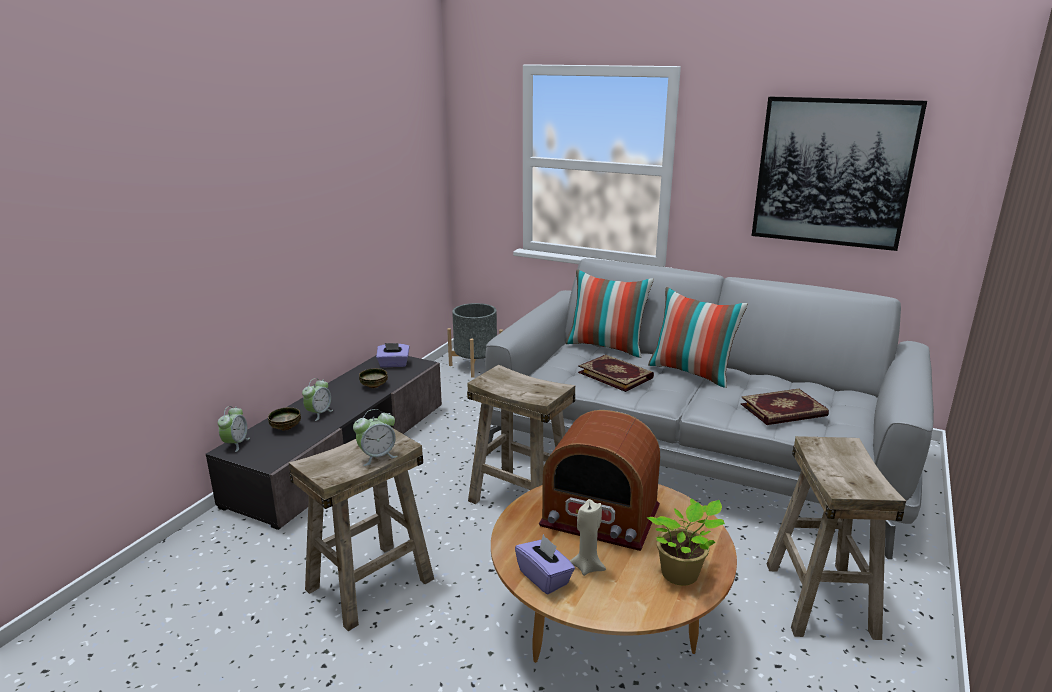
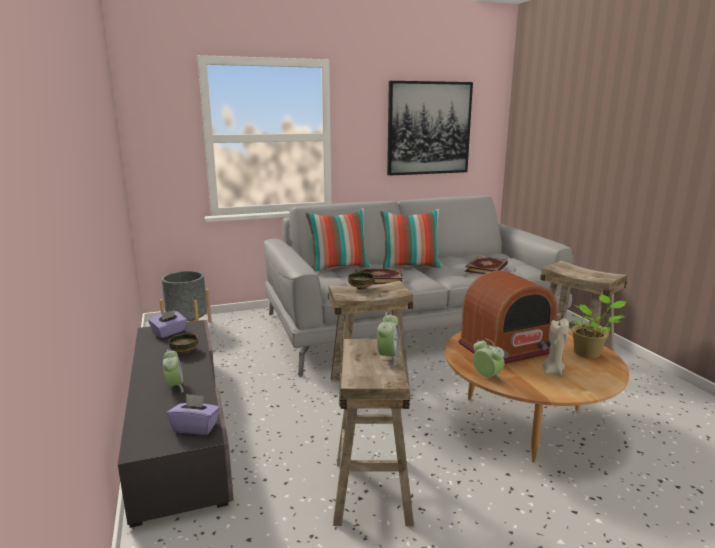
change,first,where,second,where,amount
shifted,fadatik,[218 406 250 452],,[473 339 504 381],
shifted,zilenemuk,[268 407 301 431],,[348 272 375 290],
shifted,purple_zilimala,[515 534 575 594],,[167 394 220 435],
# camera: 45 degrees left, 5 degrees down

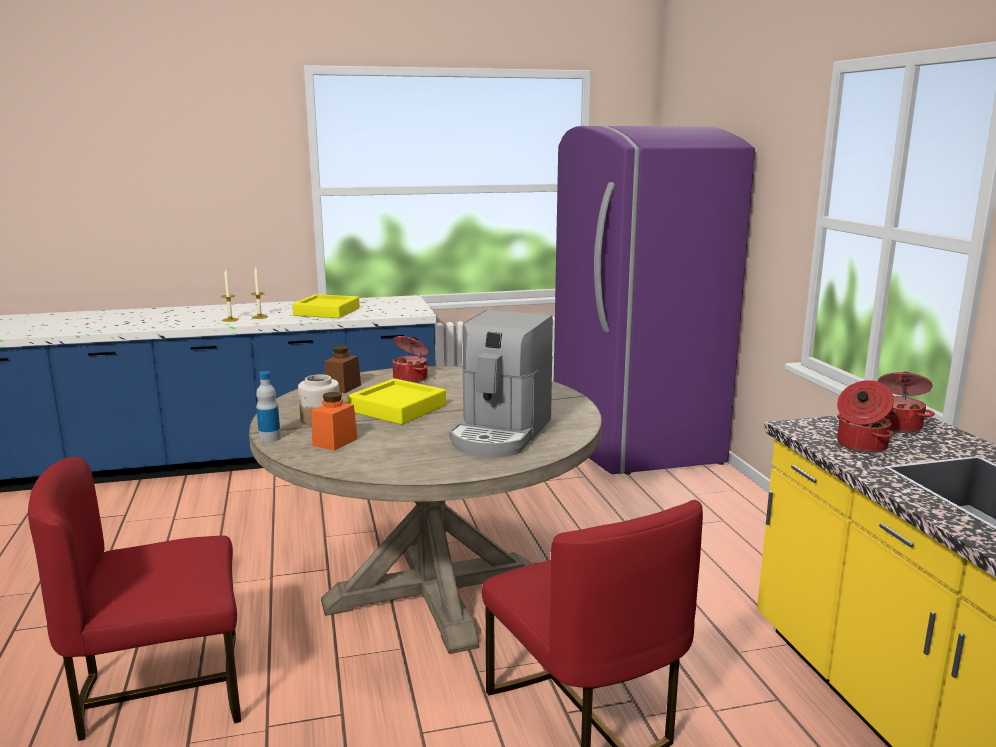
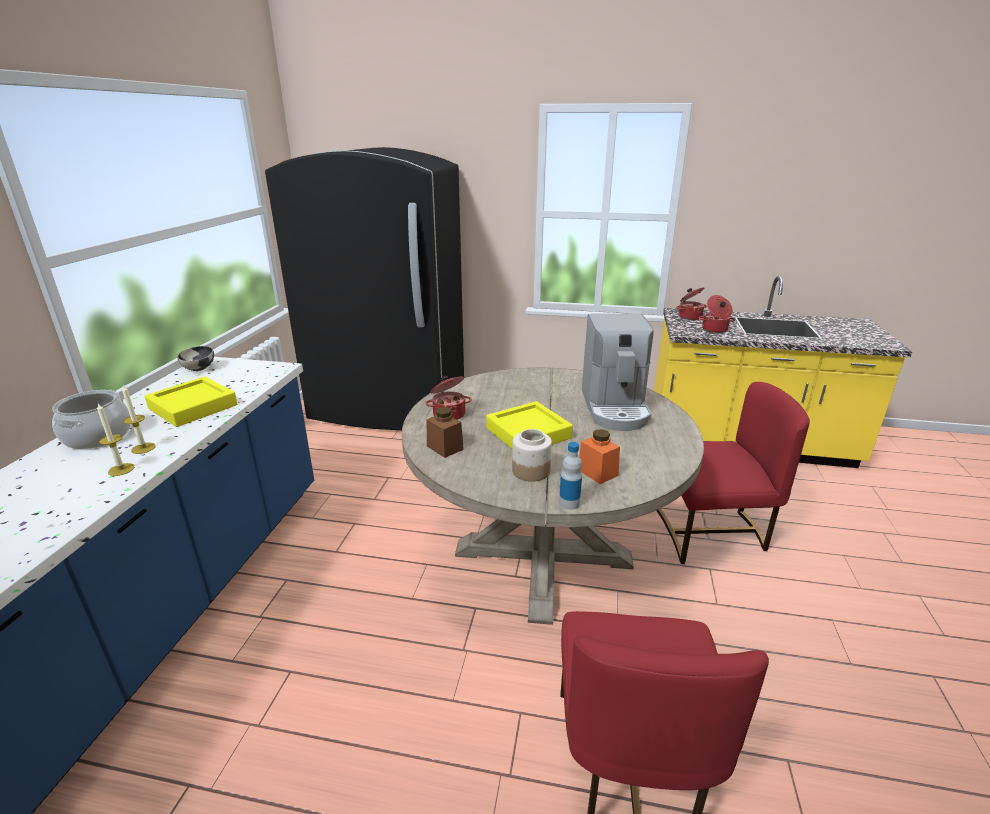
change,first,where,second,where,amount
new,,,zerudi,[52 390 131 449],
new,,,zilenemuk,[177 346 214 371],
repainted,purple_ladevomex,[554 125 755 475],black_ladevomex,[265 147 464 430],
rotated,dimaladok,[449 310 553 458],,[582 314 654 431],45 degrees clockwise
# camera: 65 degrees left, 10 degrees up

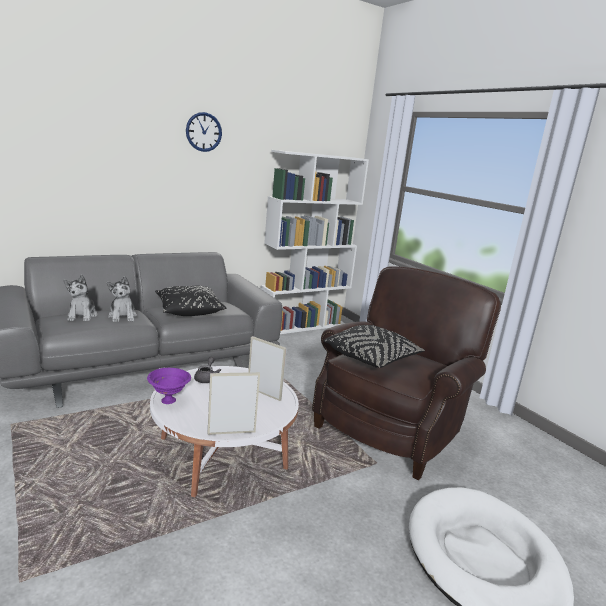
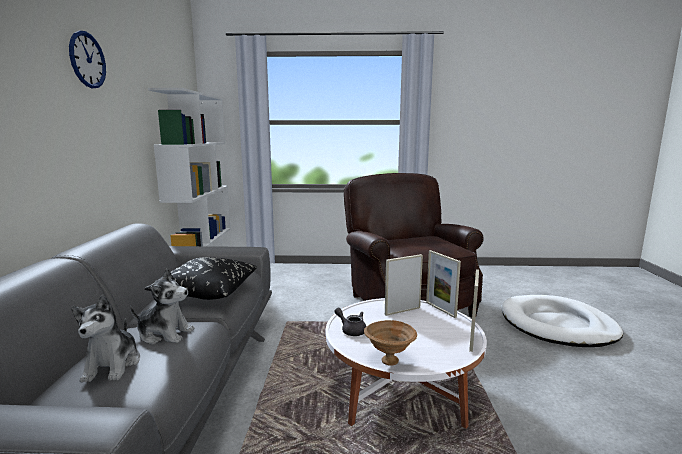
change,first,where,second,where,amount
gone,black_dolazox,[324 325 425 368],,,
new,,,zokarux,[426 250 461 318],
repainted,purple_zilenemuk,[147 368 191 404],brown_zilenemuk,[364 320 417 366],
rotated,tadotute,[64 275 98 321],,[71 295 140 383],60 degrees clockwise
# camera: 55 degrees left, 5 degrees down

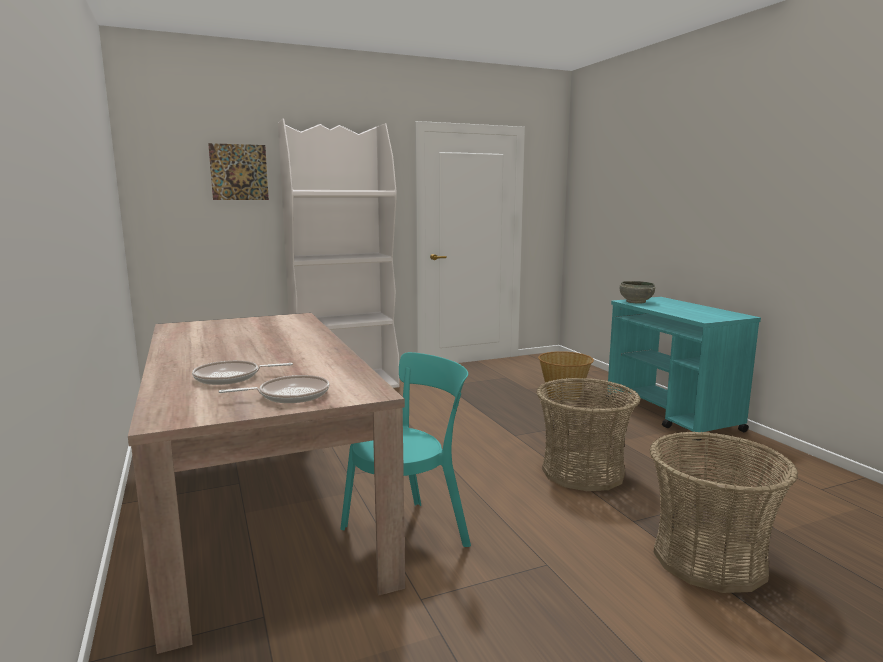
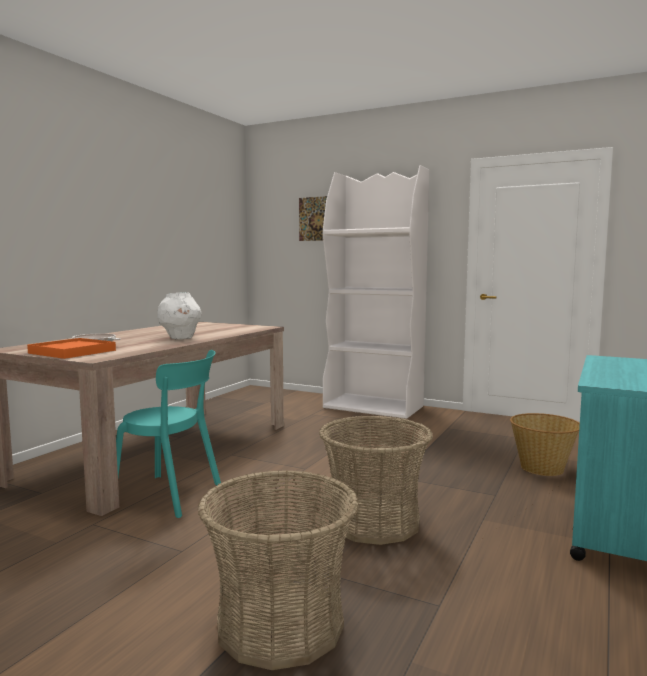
change,first,where,second,where,amount
gone,grey_zilenemuk,[620 281 655 304],,,
new,,,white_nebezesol,[157 292 202 339],
swapped,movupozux,[218 375 329 403],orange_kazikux,[27 338 116 359],
# camera: 50 degrees right, 5 degrees down

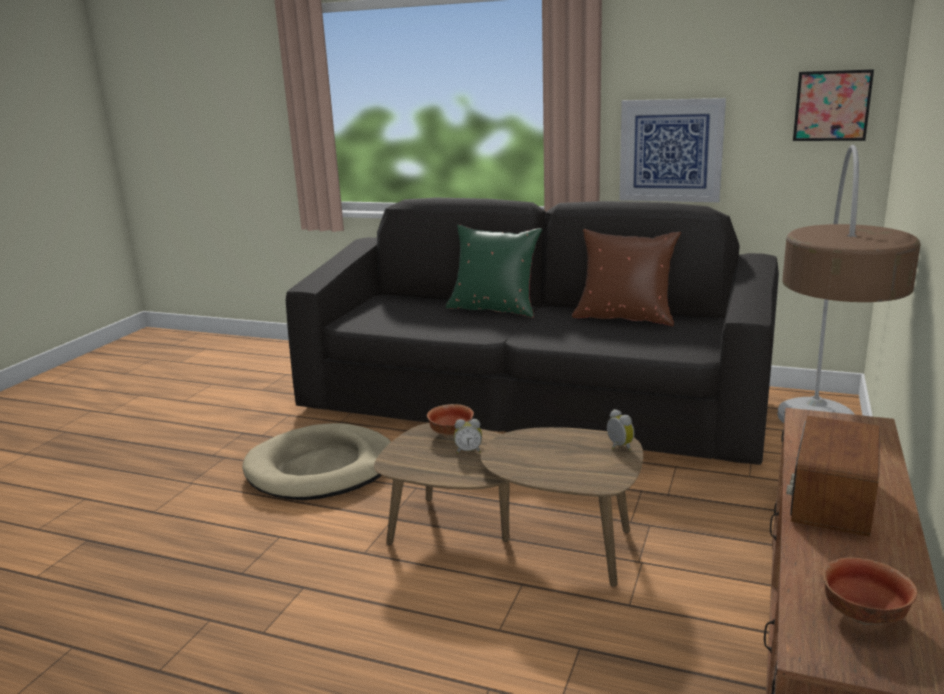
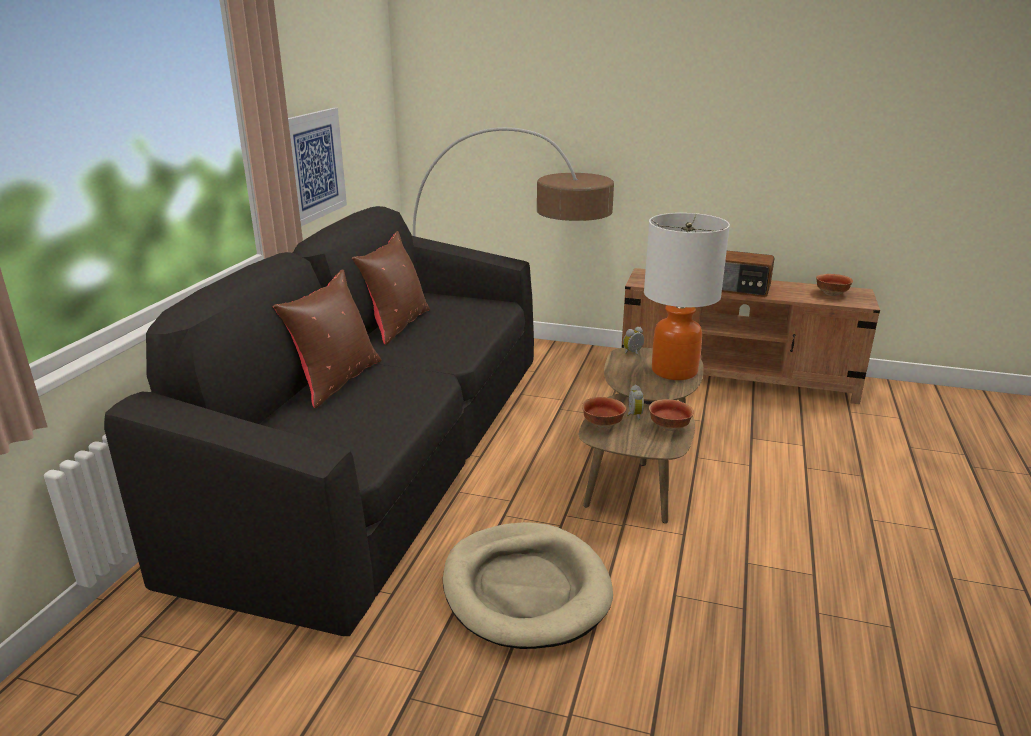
change,first,where,second,where,amount
gone,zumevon,[793 69 874 141],,,
new,,,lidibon,[644 213 730 380],
new,,,zilenemuk,[649 399 694 431],
repainted,green_dolazox,[446 224 542 318],brown_dolazox,[273 269 382 408],
# camera: 95 degrees left, 5 degrees up

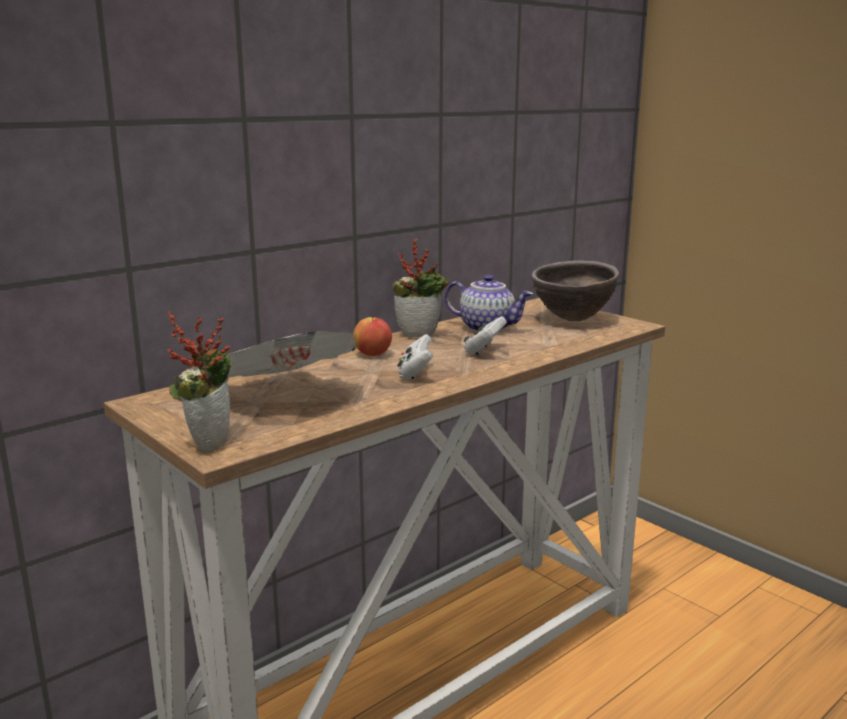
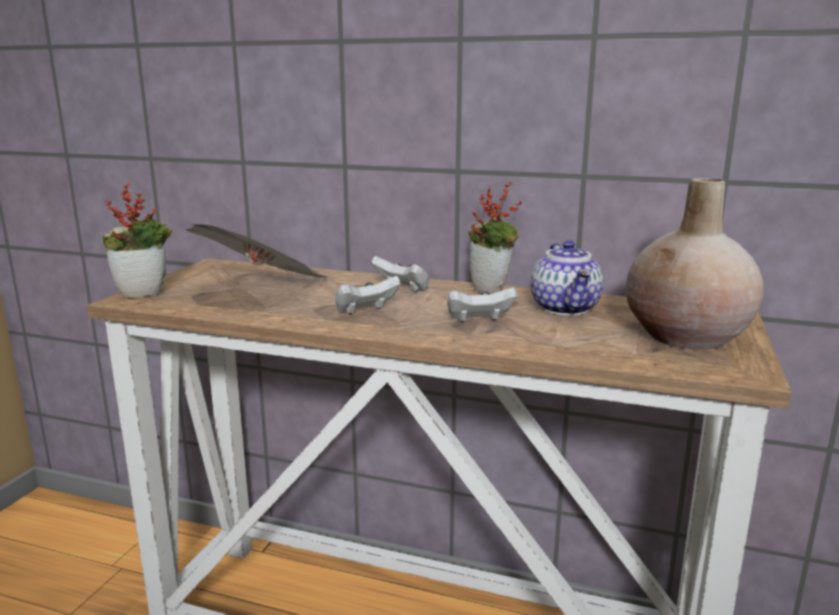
change,first,where,second,where,amount
swapped,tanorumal,[353 316 392 356],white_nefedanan,[372 256 429 292],
swapped,brown_zilenemuk,[531 260 619 321],beige_nebezesol,[625 178 764 350],
# camera: 60 degrees right, 0 degrees up

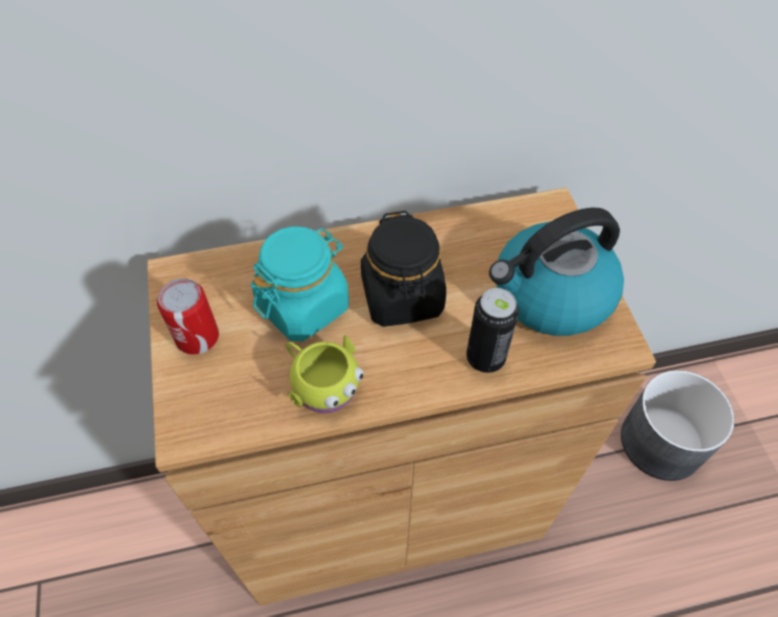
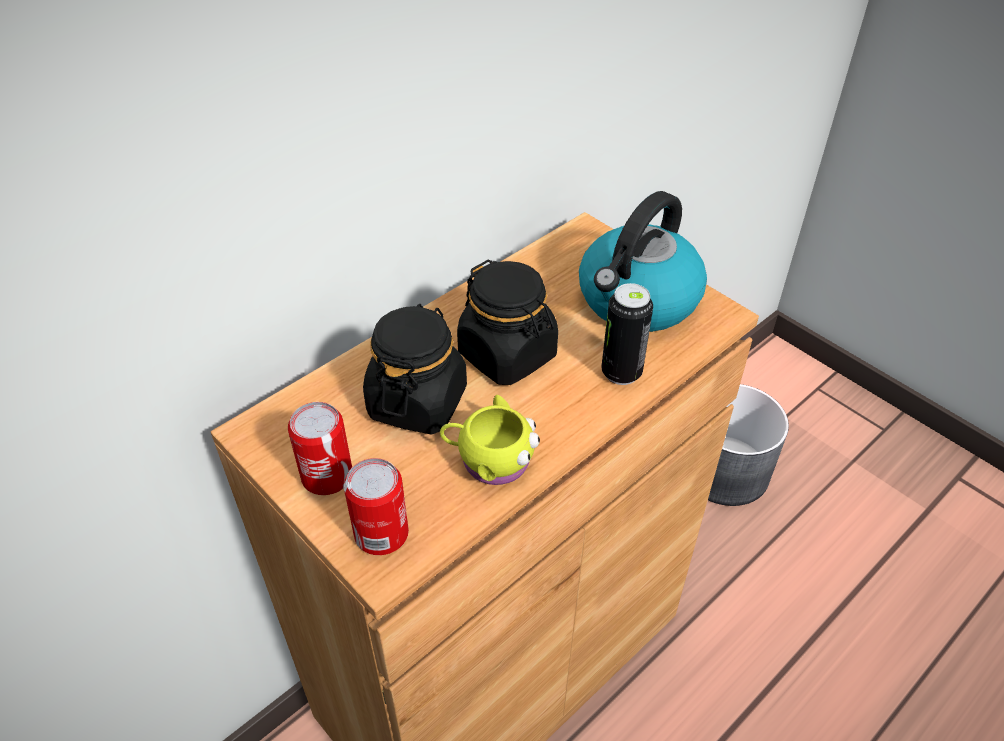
change,first,where,second,where,amount
new,,,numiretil,[344 458 409 555],
repainted,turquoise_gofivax,[251 226 349 341],black_gofivax,[363 304 467 435],
# camera: 30 degrees left, 10 degrees down

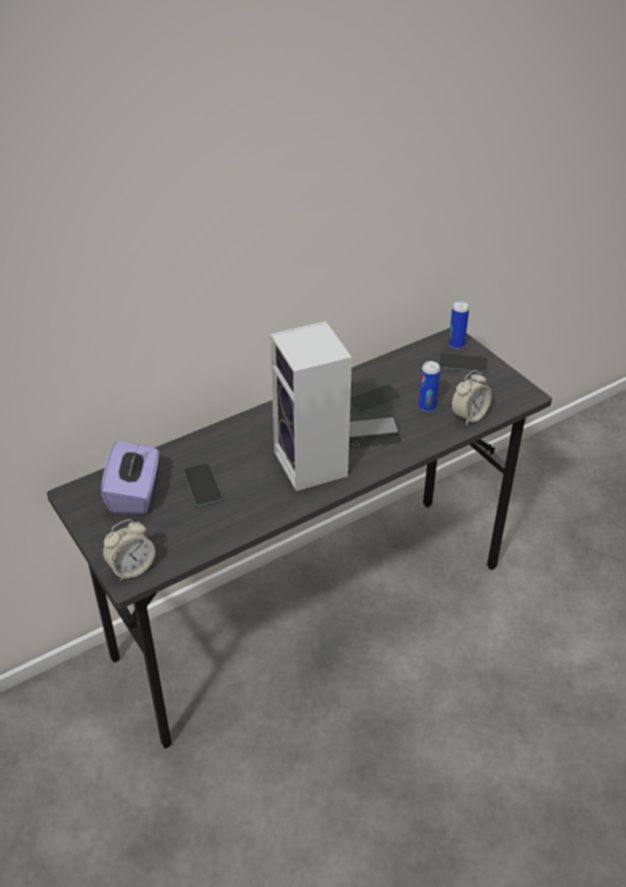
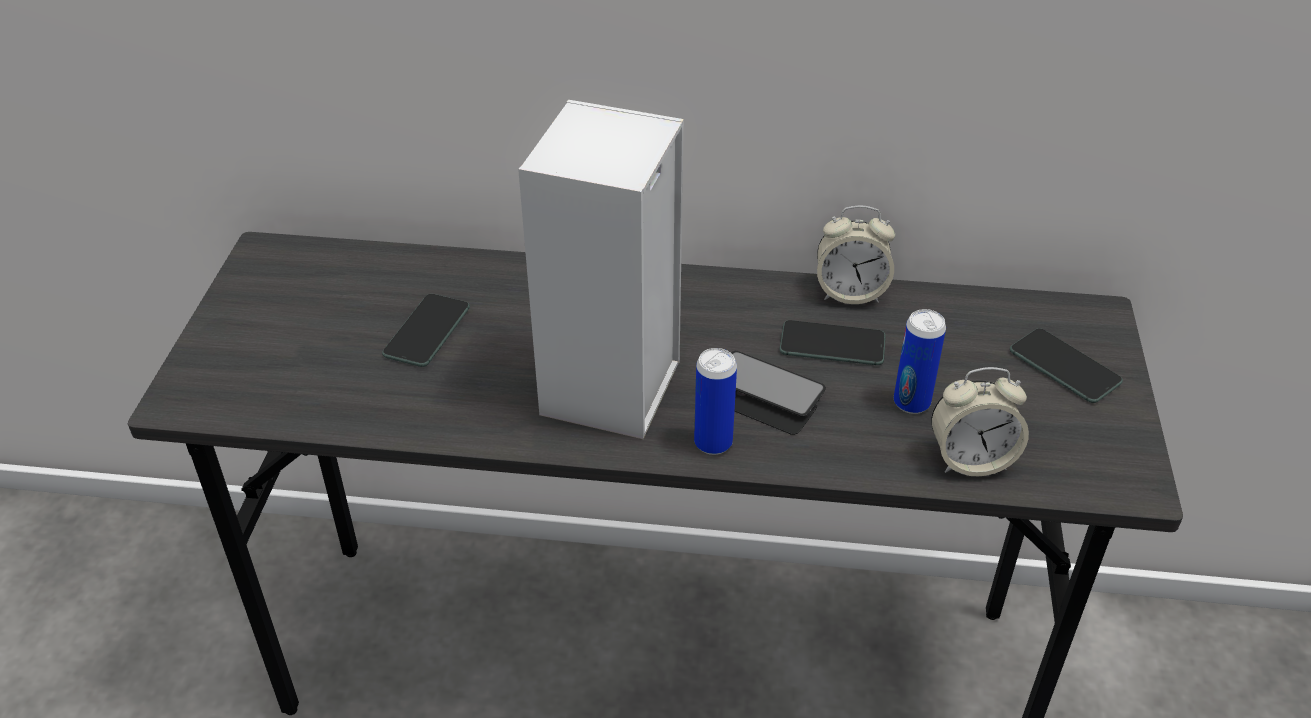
change,first,where,second,where,amount
gone,purple_zilimala,[101 441 159 514],,,
shifted,fadatik,[102 519 155 581],,[817 205 895 304],
shifted,numiretil,[448 301 469 349],,[694 348 737 455],
# camera: 40 degrees right, 0 degrees up

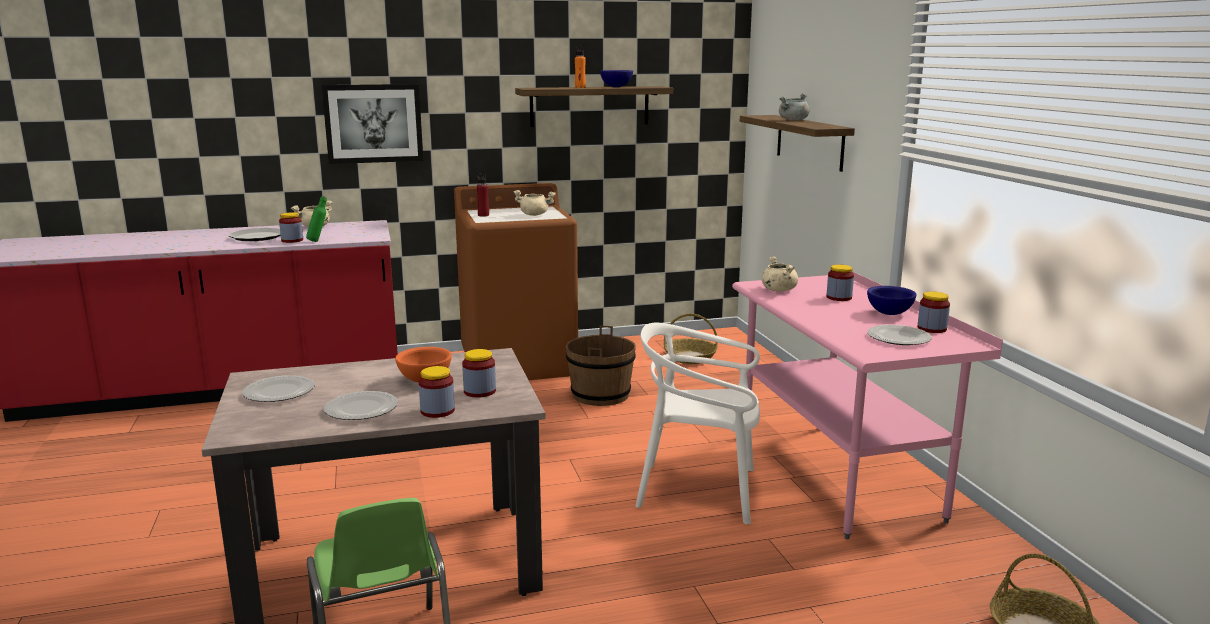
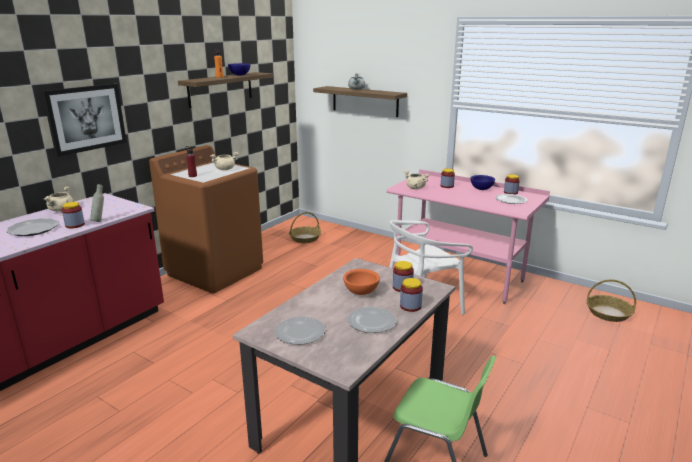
change,first,where,second,where,amount
gone,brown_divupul,[566 326 636 406],,,
repainted,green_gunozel,[306 196 327 242],grey_gunozel,[90 184 104 222],
# camera: 40 degrees left, 5 degrees up

